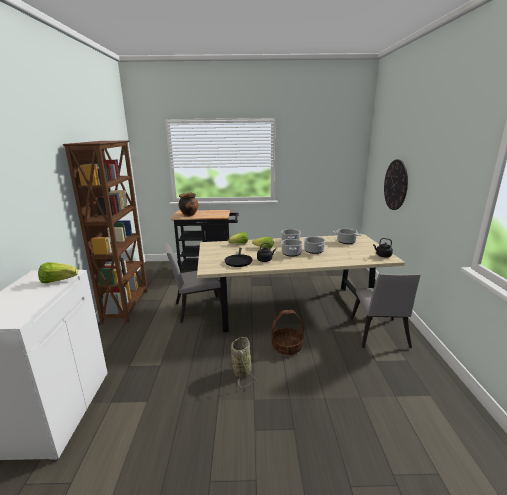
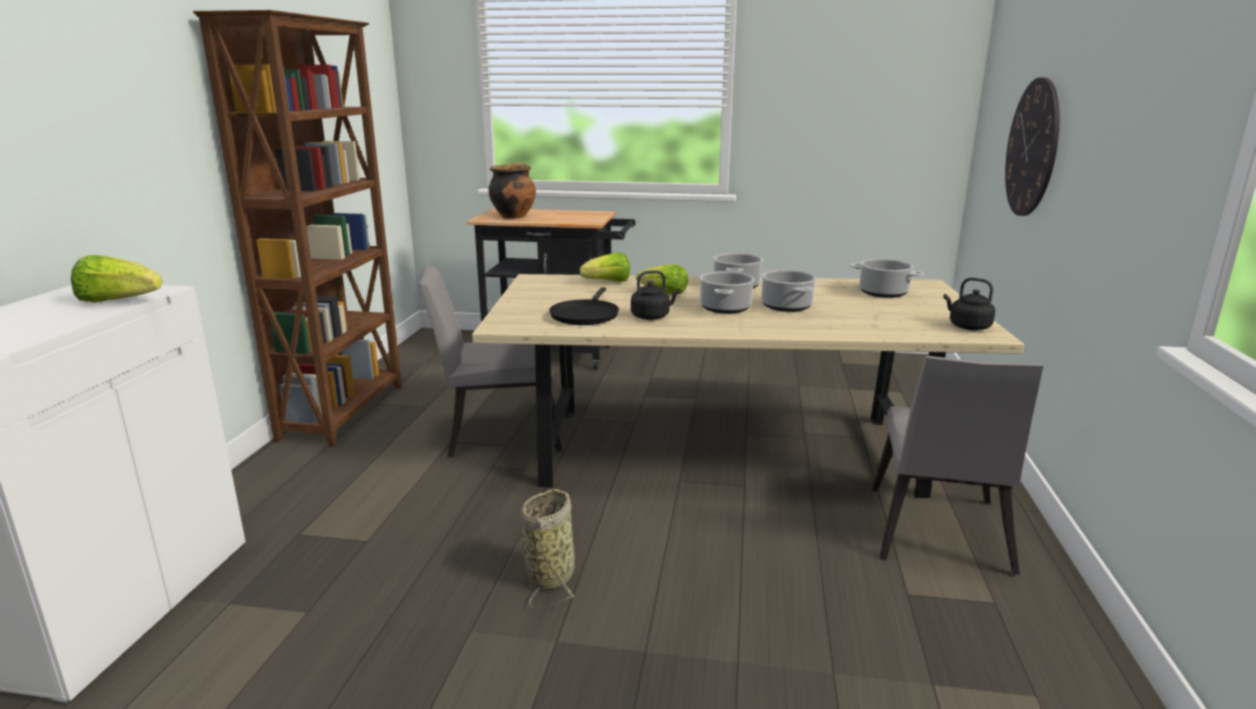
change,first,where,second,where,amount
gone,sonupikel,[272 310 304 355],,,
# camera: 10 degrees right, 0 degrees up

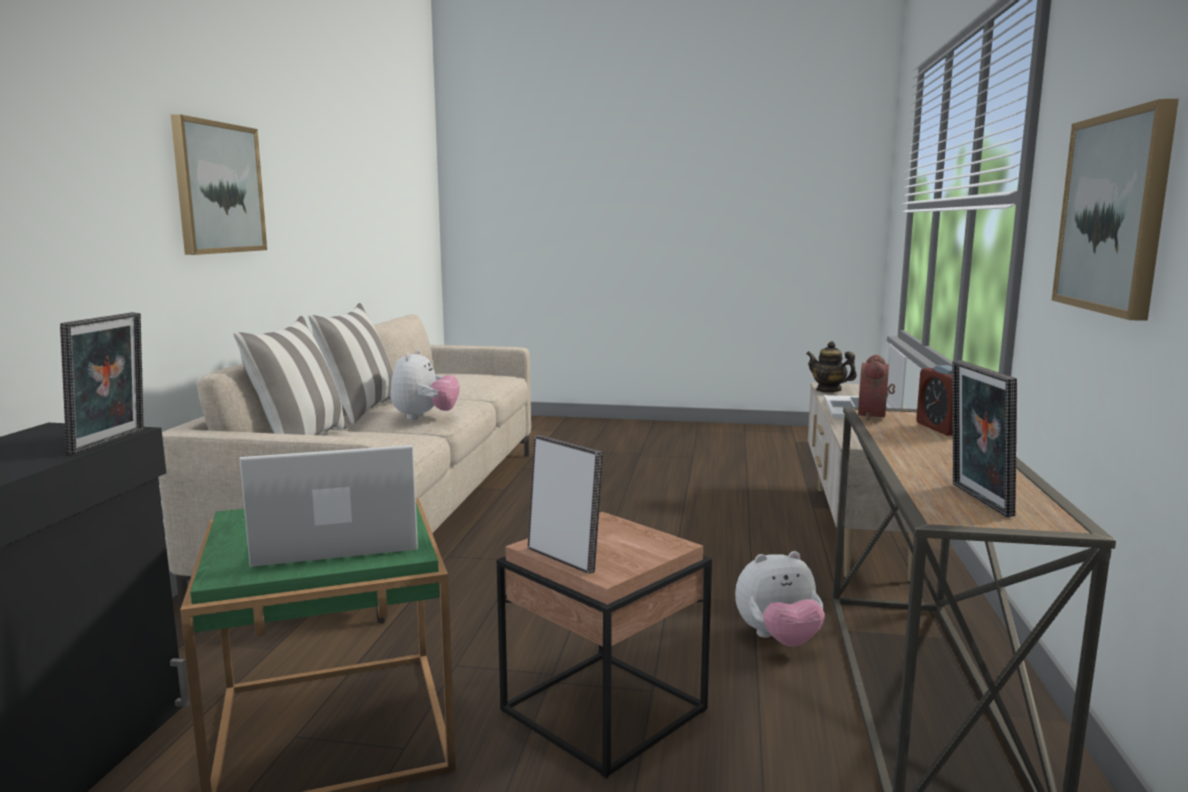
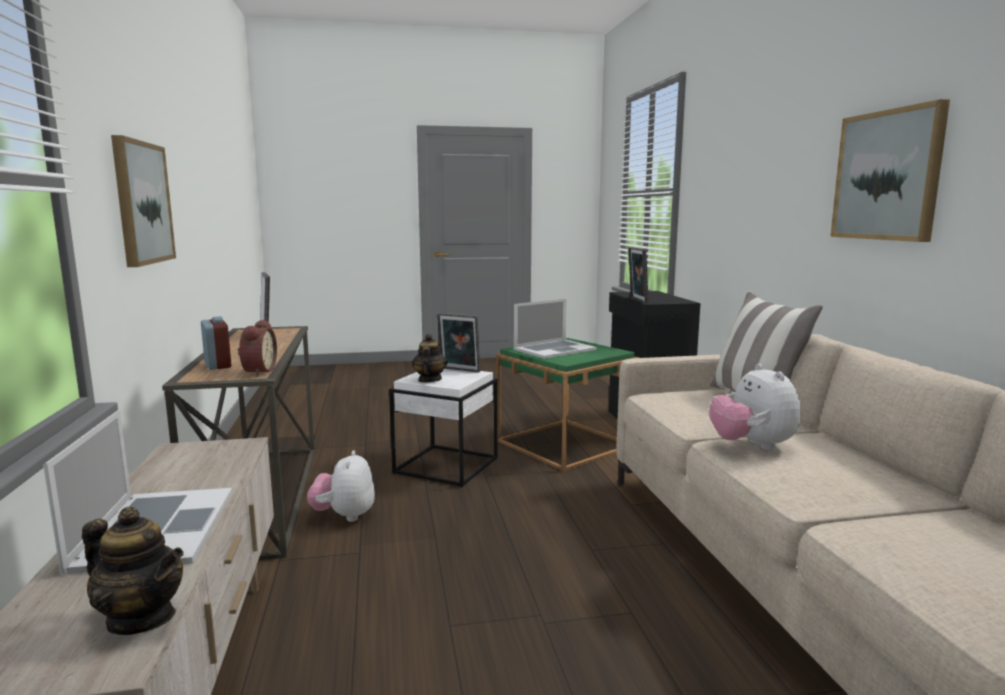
change,first,where,second,where,amount
gone,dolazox,[308 303 393 424],,,
new,,,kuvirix,[412 334 447 382],
repainted,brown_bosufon,[497 512 712 779],white_bosufon,[389 369 498 487],
rotated,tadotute,[735 551 825 647],,[307 450 375 522],60 degrees counterclockwise
# camera: 160 degrees right, 0 degrees up

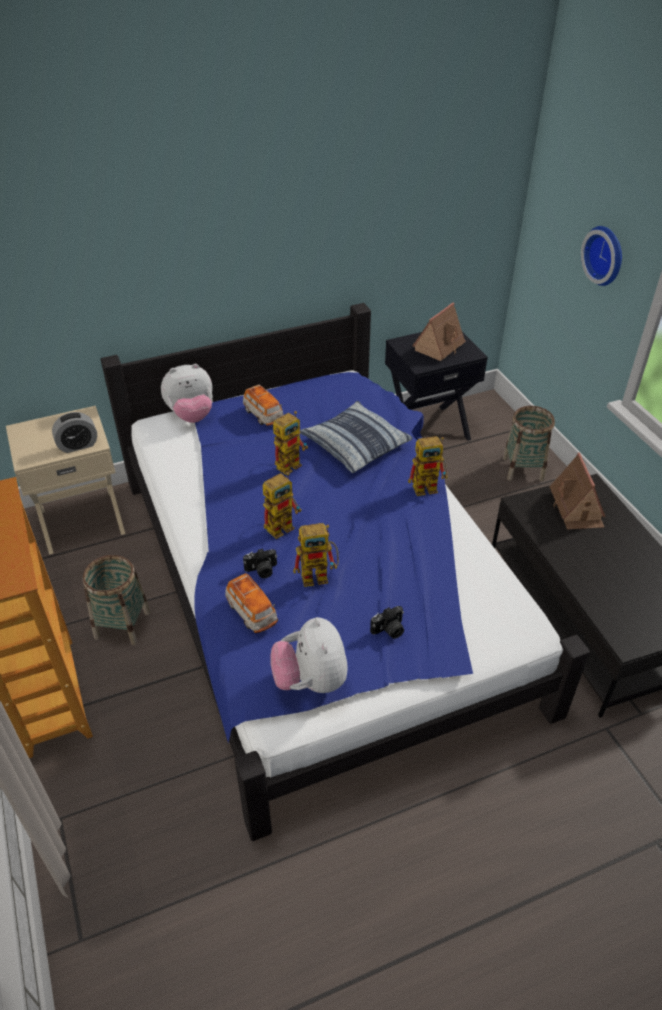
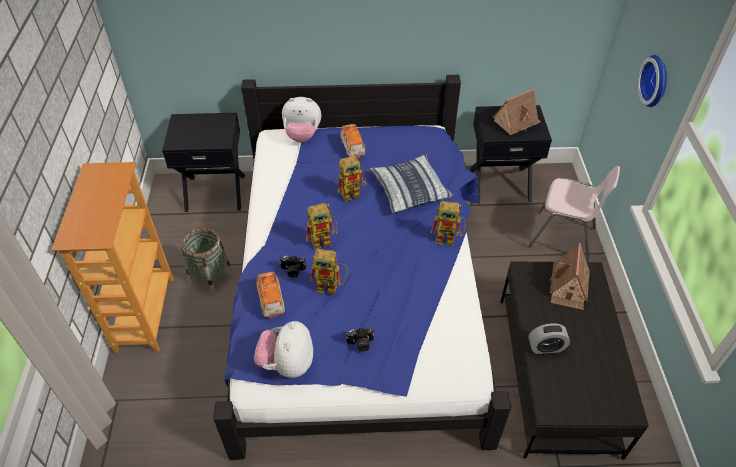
change,first,where,second,where,amount
shifted,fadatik,[52 412 97 453],,[528 323 570 354],
swapped,sonupikel,[503 406 555 481],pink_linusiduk,[528 166 620 262],
repainted,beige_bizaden,[6 406 125 555],black_bizaden,[162 113 245 212],
# camera: 20 degrees right, 5 degrees up

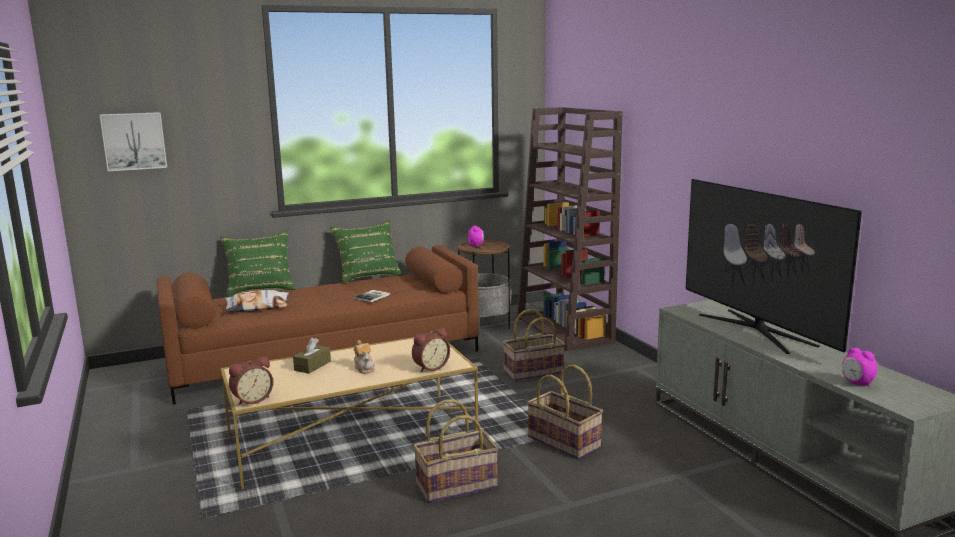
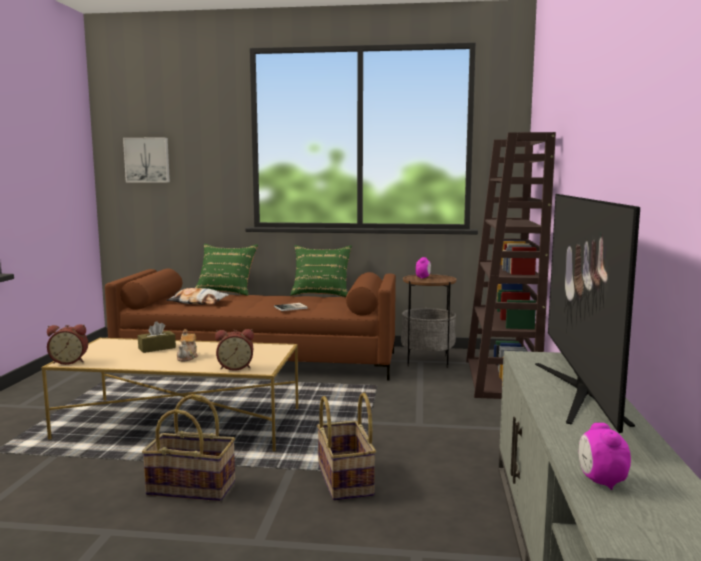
change,first,where,second,where,amount
gone,sonupikel,[503 309 565 381],,,
# camera: 30 degrees right, 5 degrees down

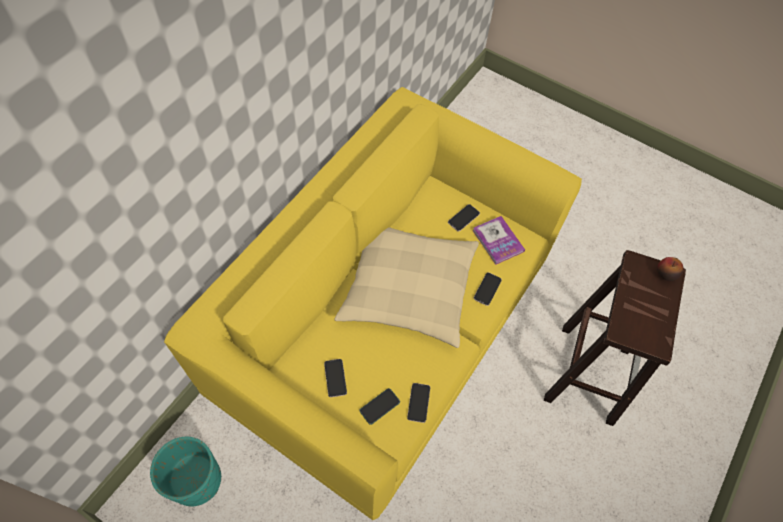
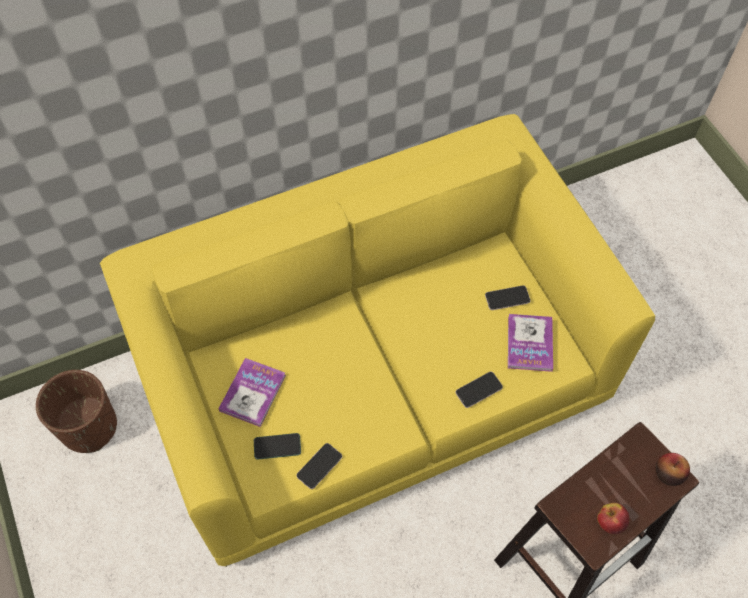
change,first,where,second,where,amount
gone,beige_dolazox,[335 227 479 348],,,
new,,,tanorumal,[597 503 629 534],
swapped,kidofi,[324 359 347 397],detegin,[219 358 286 427],
repainted,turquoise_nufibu,[150 437 221 506],brown_nufibu,[36 370 117 453],
# camera: 35 degrees right, 0 degrees up

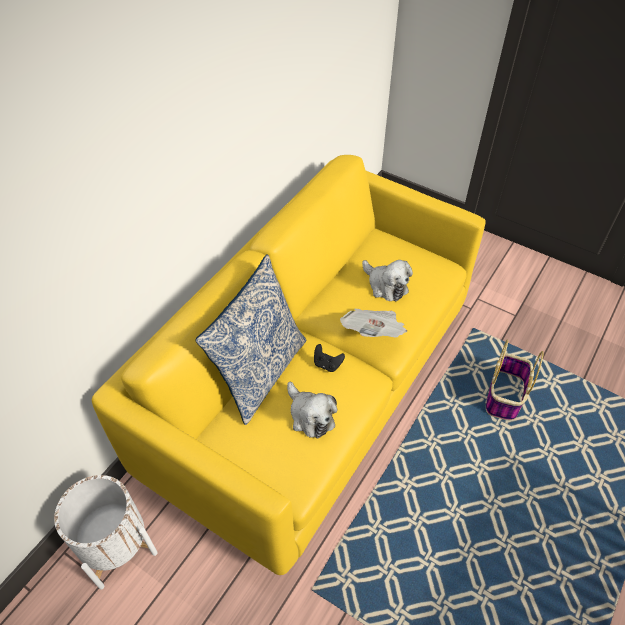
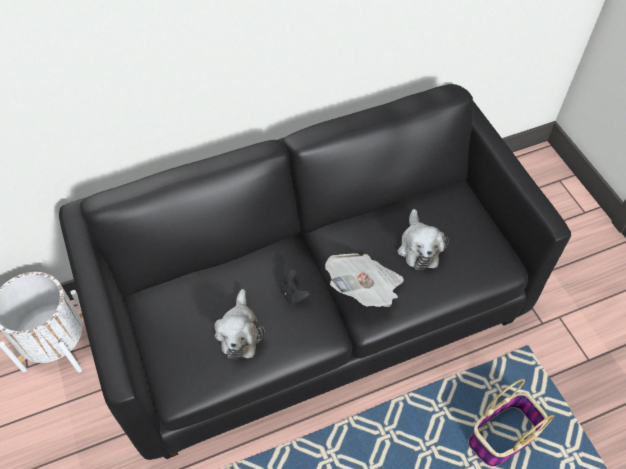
change,first,where,second,where,amount
gone,dolazox,[195 254 307 425],,,
repainted,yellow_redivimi,[92 155 485 575],black_redivimi,[59 84 571 460],
# camera: 35 degrees right, 5 degrees up

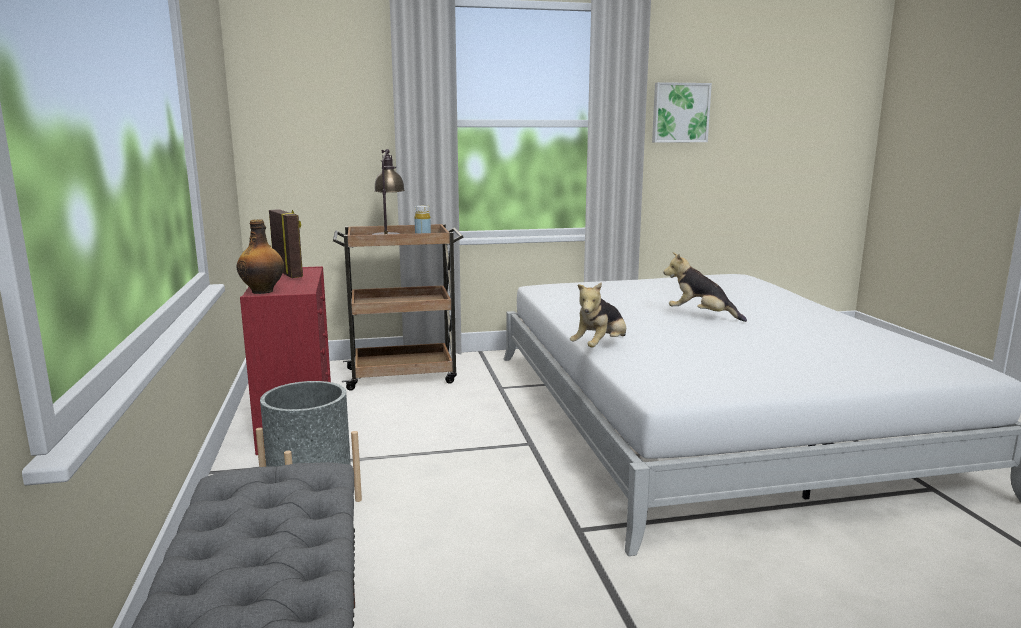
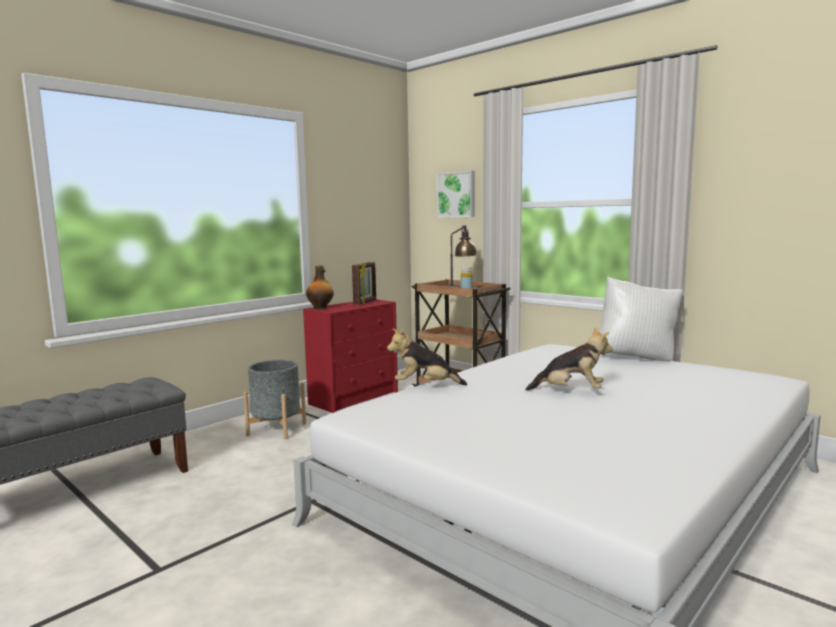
change,first,where,second,where,amount
new,,,white_dolazox,[599 277 683 361],
shifted,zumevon,[652 82 712 143],,[437 171 475 218],
rotated,tadotute,[663 252 747 322],,[526 327 613 391],105 degrees clockwise
# camera: 55 degrees right, 5 degrees down

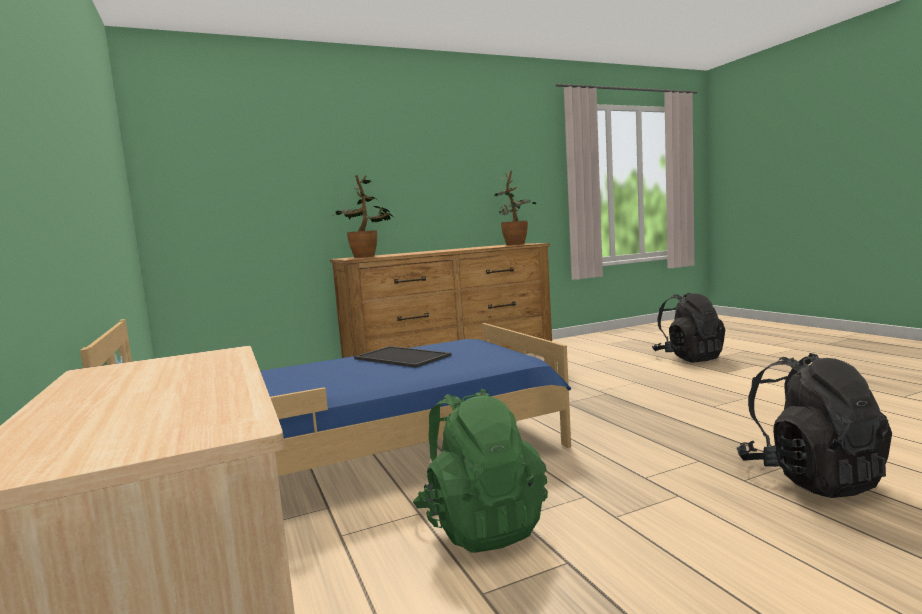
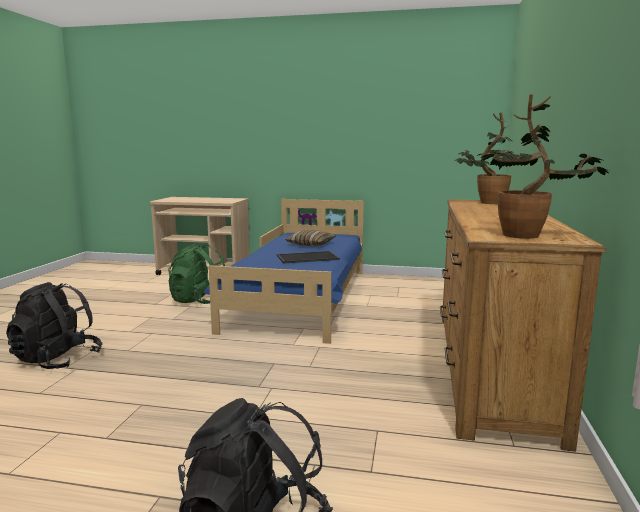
change,first,where,second,where,amount
new,,,dolazox,[286 230 336 246],
# camera: 125 degrees right, 5 degrees up

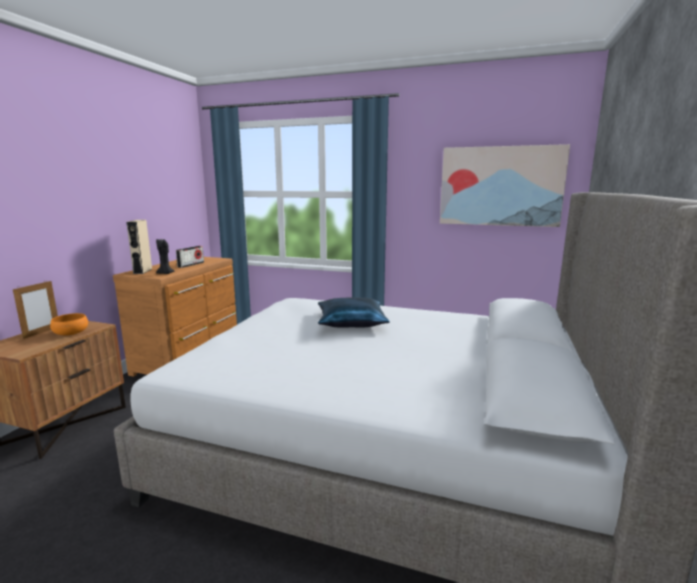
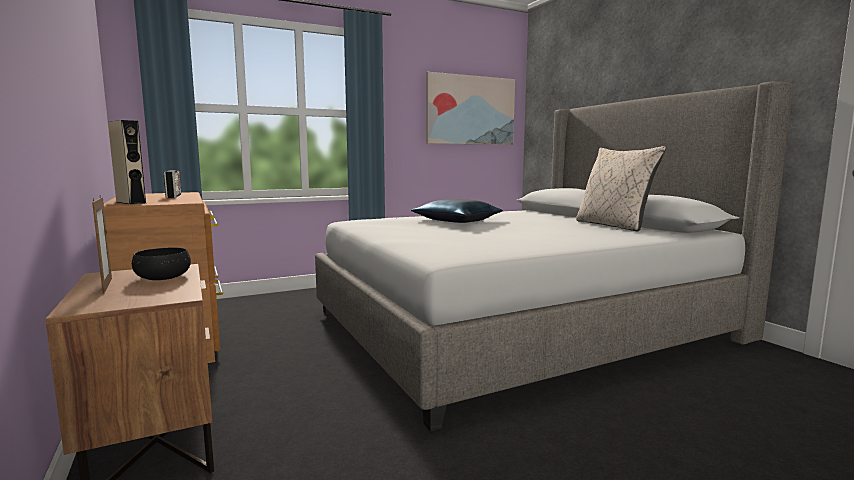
change,first,where,second,where,amount
gone,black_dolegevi,[156 239 174 274],,,
new,,,beige_dolazox,[576 146 666 232],
repainted,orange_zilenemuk,[50 313 88 335],black_zilenemuk,[132 247 191 280],
# camera: 45 degrees left, 5 degrees down

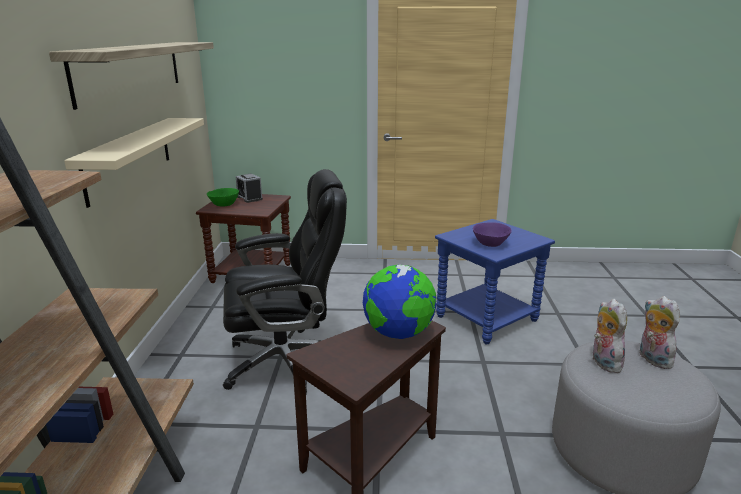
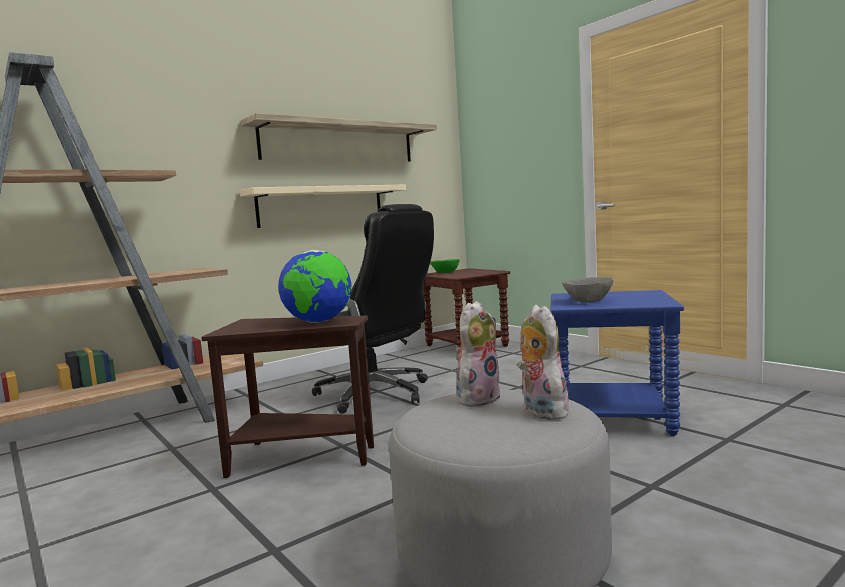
change,first,where,second,where,amount
gone,fadatik,[235 174 263 203],,,
repainted,purple_zilenemuk,[473 222 512 247],grey_zilenemuk,[562 277 614 303],
rotated,tadotute,[640 296 680 369],,[517 305 569 420],45 degrees counterclockwise
# camera: 50 degrees right, 15 degrees down

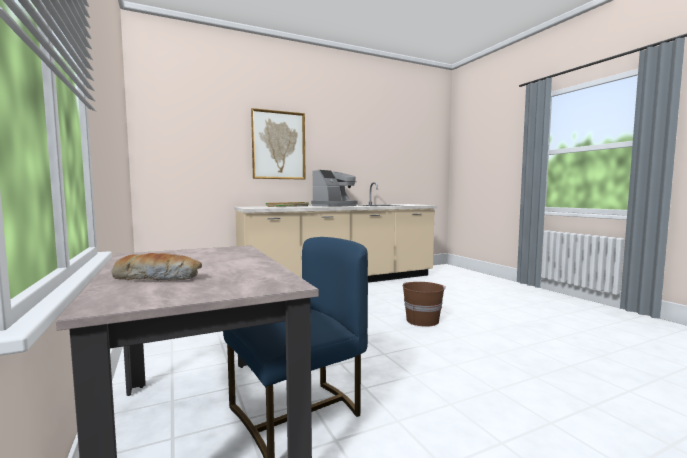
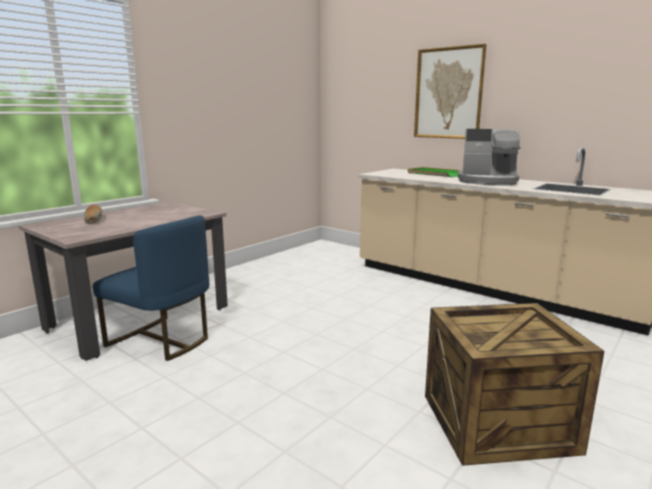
change,first,where,second,where,amount
gone,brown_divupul,[403 282 446 327],,,
new,,,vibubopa,[425 303 604 466],
# camera: 65 degrees right, 10 degrees up

